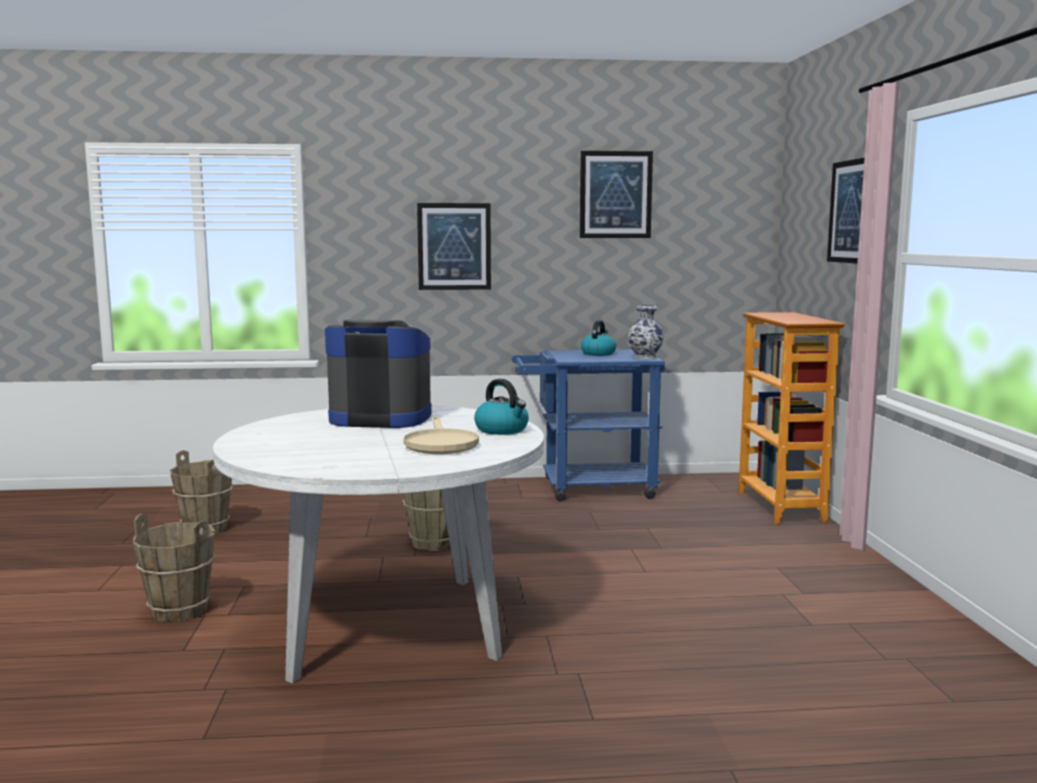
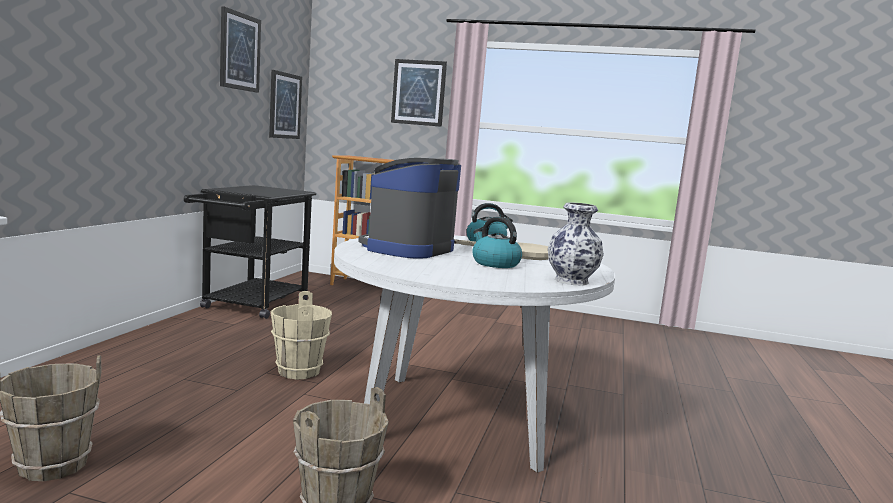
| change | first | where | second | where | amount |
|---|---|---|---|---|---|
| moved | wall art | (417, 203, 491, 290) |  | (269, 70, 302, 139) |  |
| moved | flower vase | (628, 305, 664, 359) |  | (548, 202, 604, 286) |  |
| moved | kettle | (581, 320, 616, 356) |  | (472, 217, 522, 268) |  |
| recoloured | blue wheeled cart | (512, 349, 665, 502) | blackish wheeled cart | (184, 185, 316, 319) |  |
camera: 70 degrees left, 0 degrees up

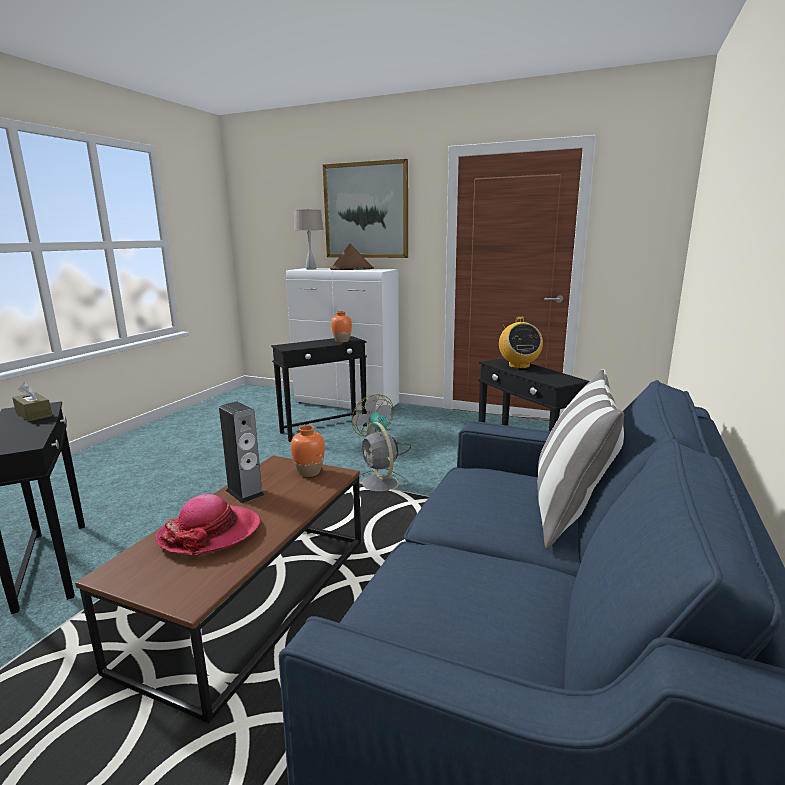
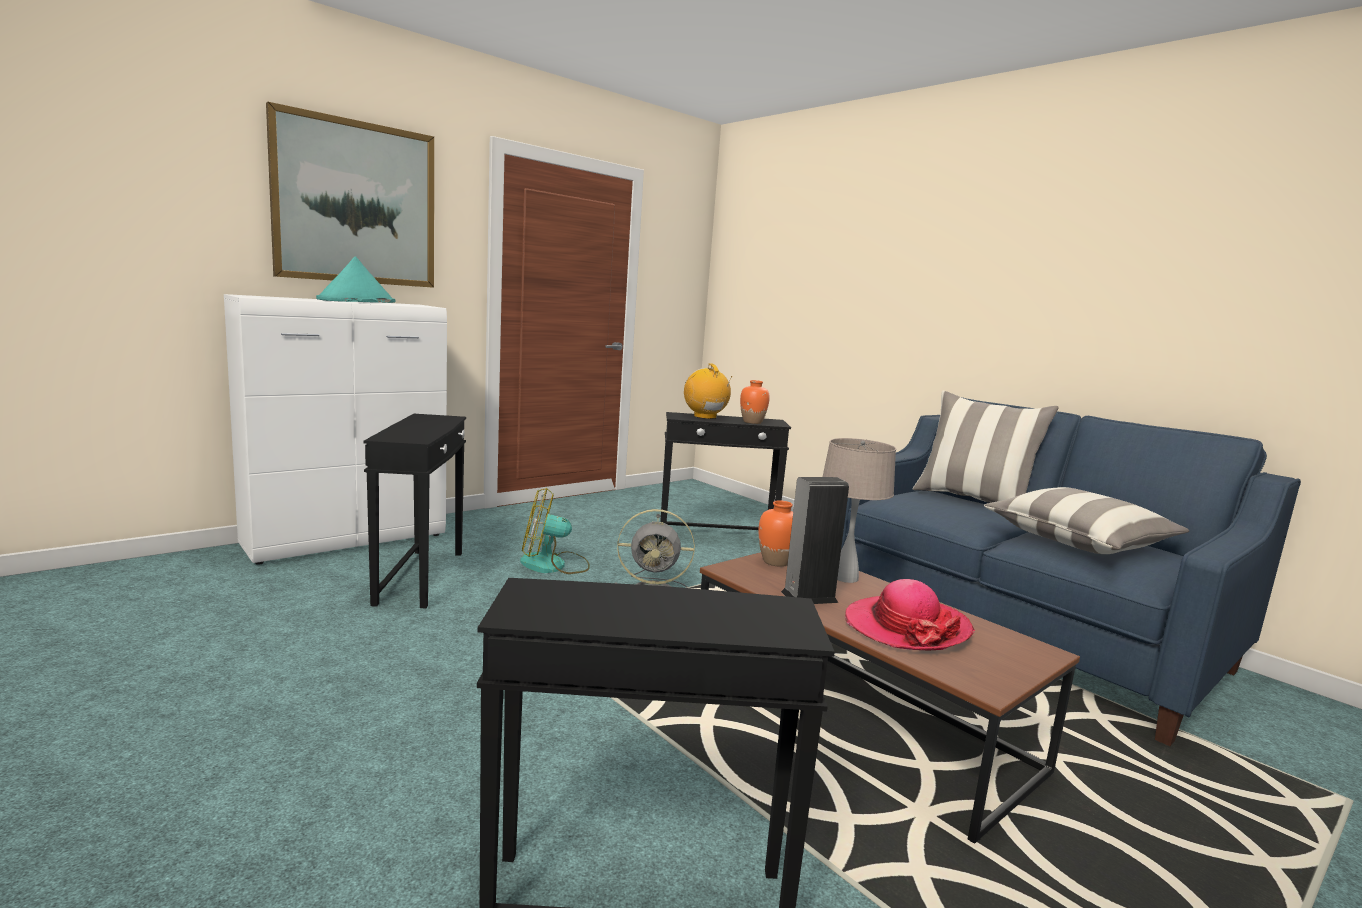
| change | first | where | second | where | amount |
|---|---|---|---|---|---|
| moved | beige-coloured tabletop lamp | (294, 208, 323, 269) |  | (823, 438, 896, 583) |  |
| recoloured | brown-coloured clothing hat | (330, 244, 374, 270) | turquoise clothing hat | (316, 257, 395, 303) |  |
| moved | orange flower vase | (331, 311, 352, 343) |  | (740, 380, 770, 424) |  |
| turned | radio | (499, 317, 543, 369) |  | (684, 363, 732, 419) | 135 degrees counterclockwise |
| removed | brown-coloured box of tissues | (12, 382, 52, 422) |  |  |  |
| added |  |  | throw pillow | (984, 487, 1189, 554) |  |
camera: 65 degrees left, 5 degrees down

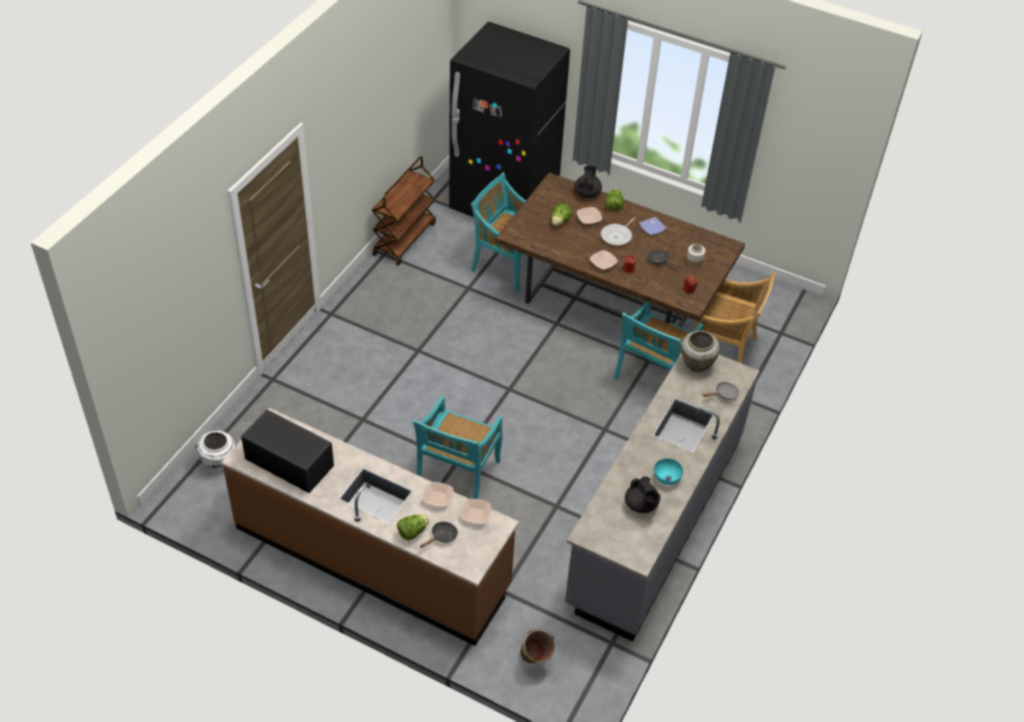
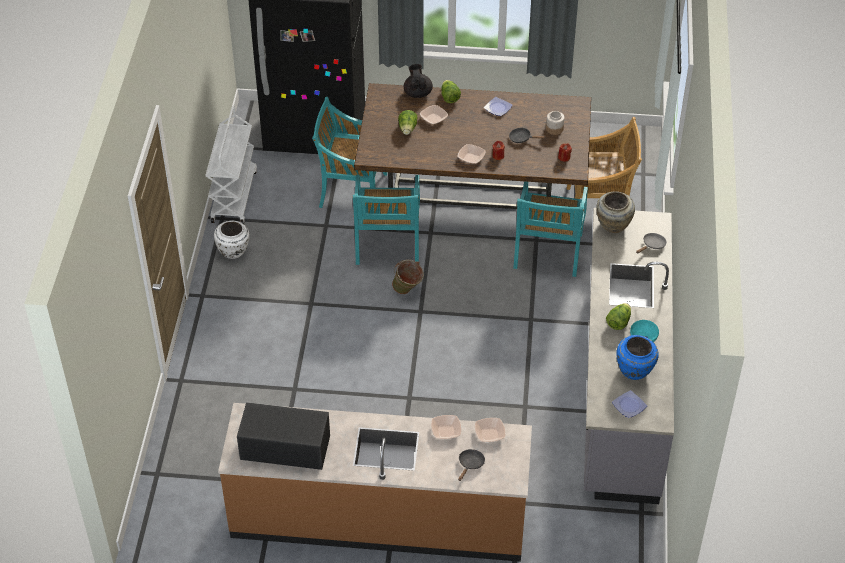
| change | first | where | second | where | amount |
|---|---|---|---|---|---|
| recoloured | brown-coloured wheeled cart | (372, 156, 436, 265) | white-coloured wheeled cart | (206, 105, 257, 224) |  |
| removed | frying pan | (601, 218, 635, 246) |  |  |  |
| moved | turquoise chair | (413, 396, 503, 499) |  | (352, 175, 420, 265) |  |
| moved | white-coloured flower vase | (197, 431, 235, 471) |  | (214, 220, 250, 259) |  |
| replaced | blackish tea pot | (625, 476, 661, 513) | blue flower vase | (616, 335, 659, 380) |  |
| moved | lettuce head | (397, 514, 429, 540) |  | (606, 303, 631, 330) |  |
| moved | green water bucket | (520, 628, 556, 664) |  | (392, 260, 424, 294) |  |
| added |  |  | flat dish | (612, 390, 647, 418) |  |
camera: 20 degrees left, 0 degrees up

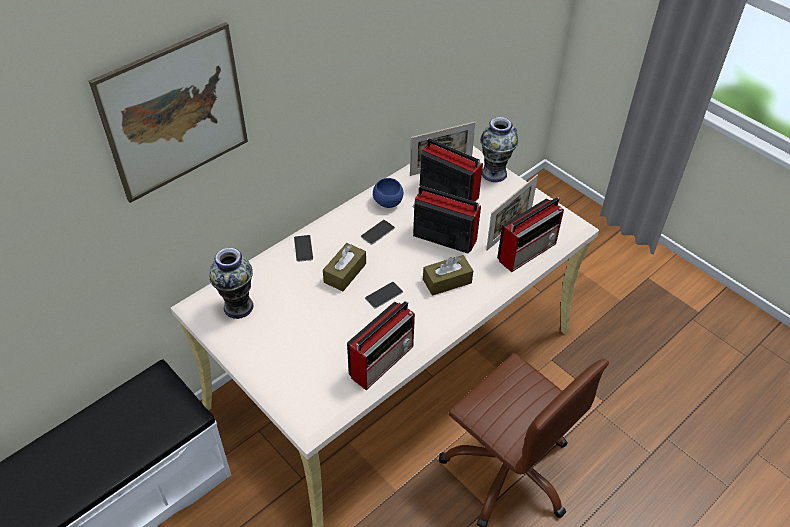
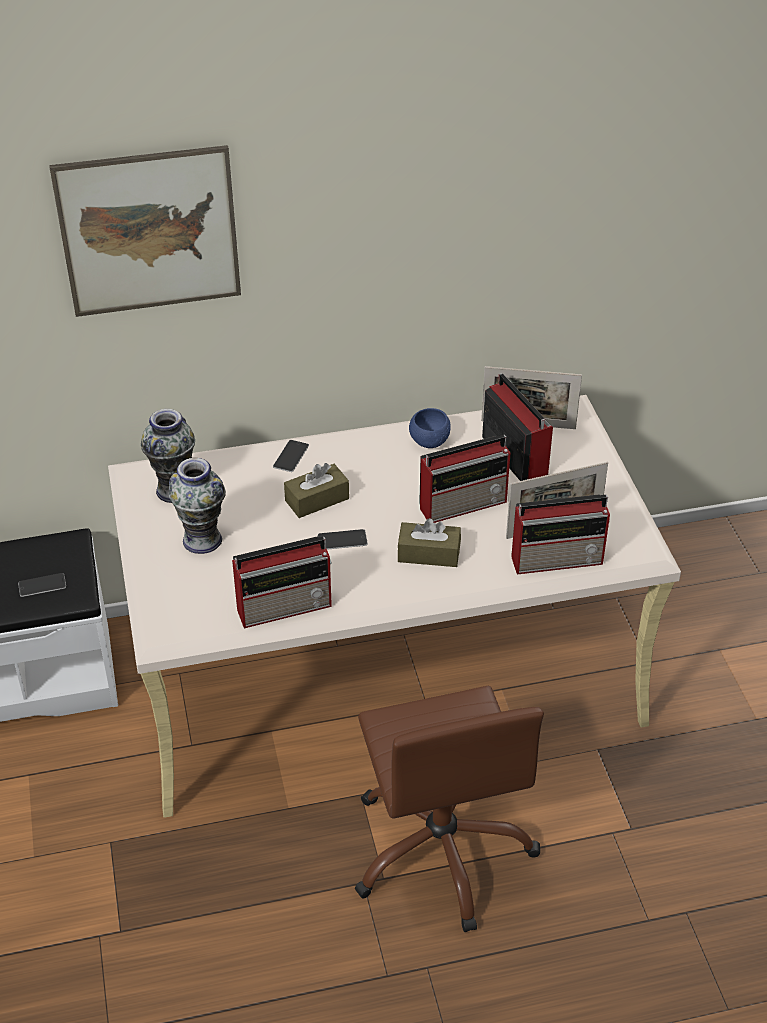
| change | first | where | second | where | amount |
|---|---|---|---|---|---|
| moved | flower vase | (480, 117, 518, 182) |  | (169, 458, 226, 554) |  |
| turned | radio | (412, 186, 481, 254) |  | (419, 435, 510, 523) | 105 degrees clockwise |
| moved | phone | (361, 220, 395, 245) |  | (18, 573, 66, 597) |  |
camera: 30 degrees right, 5 degrees down

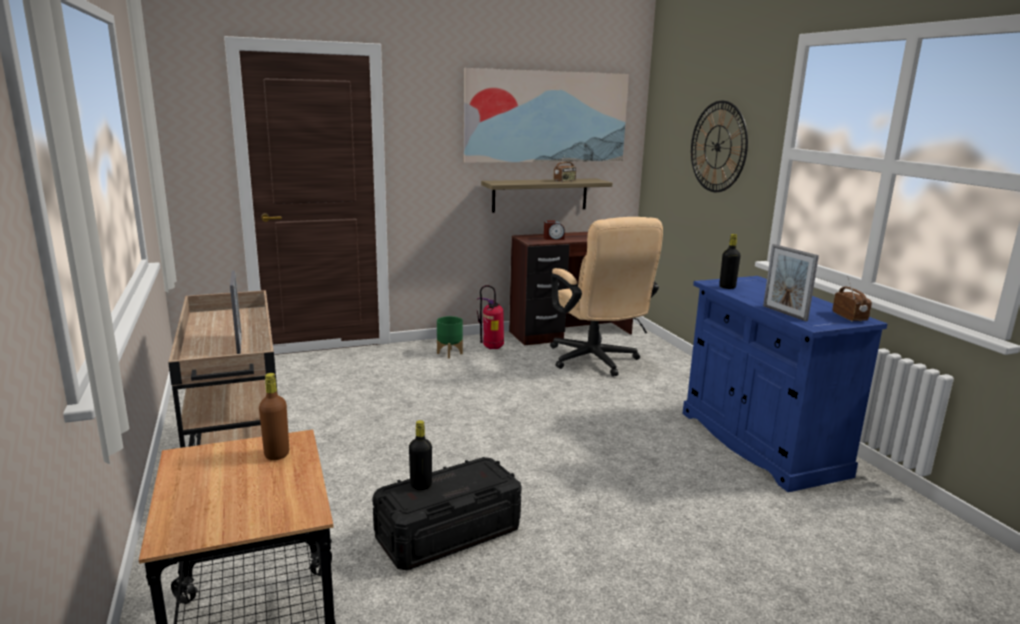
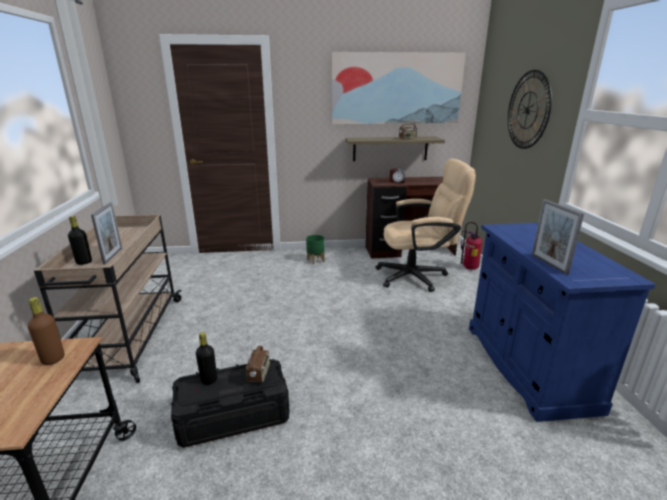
| change | first | where | second | where | amount |
|---|---|---|---|---|---|
| turned | beige-coloured office chair | (550, 217, 663, 376) |  | (376, 158, 476, 292) | 90 degrees counterclockwise |
| moved | blackish beverage bottle | (719, 234, 741, 289) |  | (68, 216, 92, 265) |  |
| moved | radio | (833, 276, 872, 322) |  | (246, 340, 270, 382) |  |
| moved | extinguisher | (477, 285, 504, 349) |  | (461, 222, 482, 269) |  |
camera: 15 degrees right, 5 degrees up

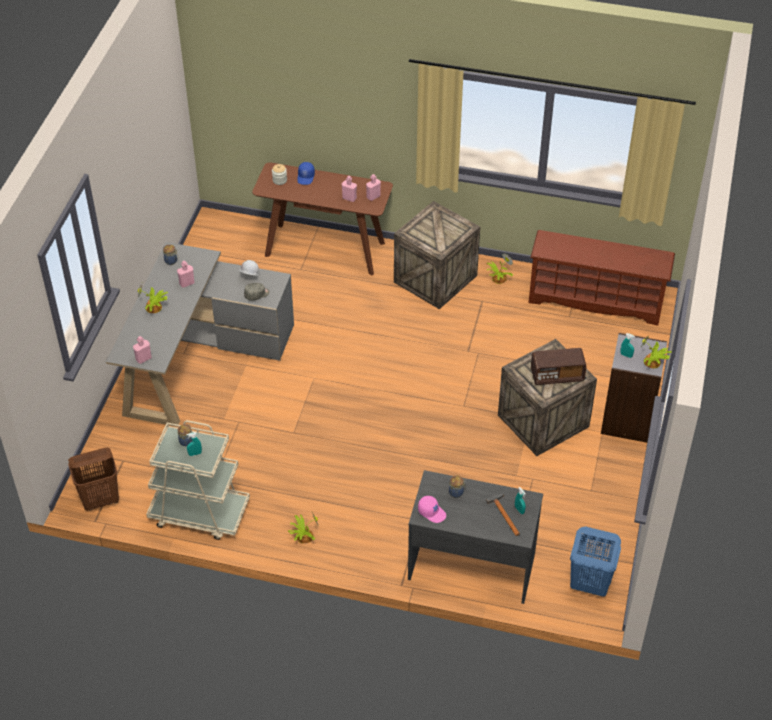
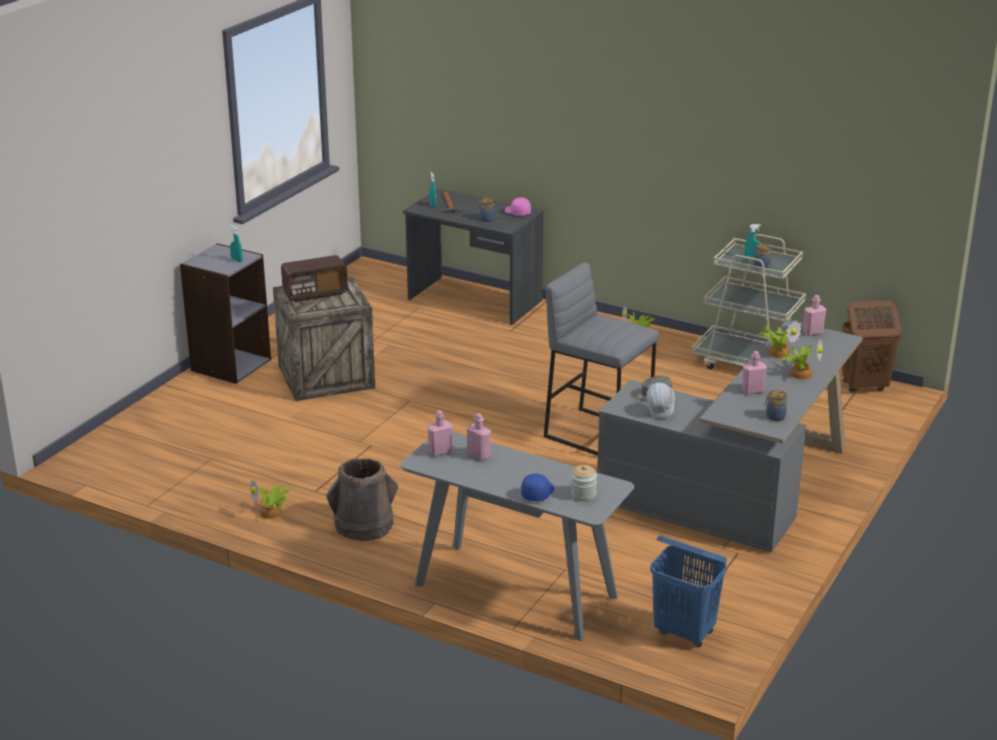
| change | first | where | second | where | amount |
|---|---|---|---|---|---|
| recoloured | brown-coloured hall table | (252, 163, 393, 275) | grey hall table | (401, 432, 634, 641) |  |
| replaced | crate | (394, 201, 480, 309) | brown-coloured water bucket | (326, 458, 398, 541) |  |
| removed | brown-coloured shoe rack | (529, 230, 675, 326) |  |  |  |
| moved | plant in a pot | (642, 334, 671, 368) |  | (757, 320, 801, 358) |  |
| turned | radio | (531, 348, 587, 385) |  | (281, 255, 348, 302) | 150 degrees clockwise |
| moved | blue washing basket | (570, 527, 621, 597) |  | (650, 536, 727, 647) |  |
| added |  |  | grey sitting stool | (544, 262, 659, 456) |  |
camera: 165 degrees left, 20 degrees down

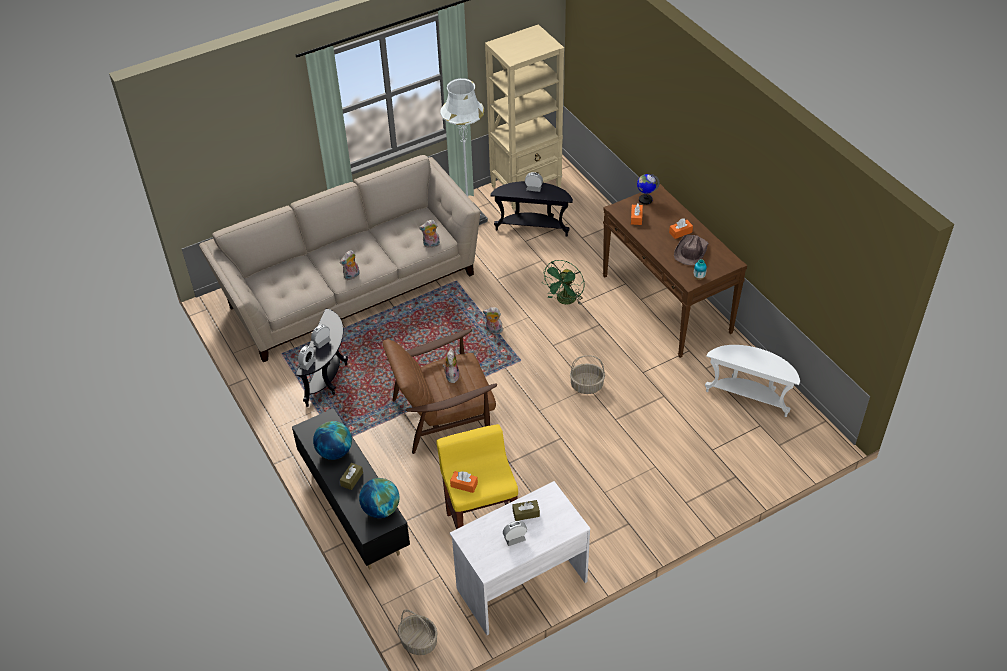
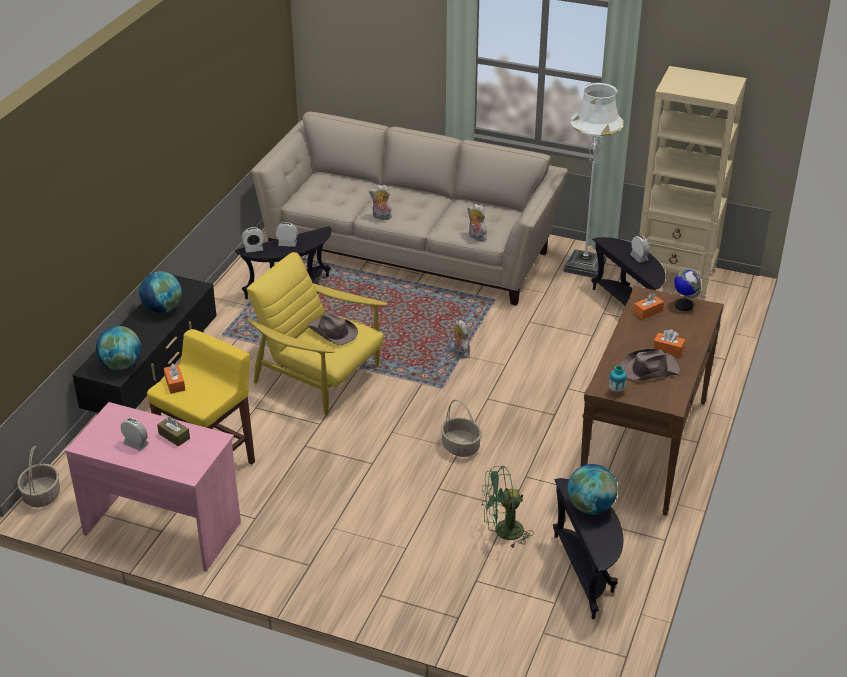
| change | first | where | second | where | amount |
|---|---|---|---|---|---|
| moved | green cooling fan | (542, 260, 585, 305) |  | (481, 466, 534, 548) |  |
| recoloured | brown-coloured armchair | (383, 329, 497, 454) | yellowish armchair | (246, 252, 388, 416) |  |
| recoloured | white-coloured side table | (705, 345, 800, 417) | blackish side table | (553, 478, 624, 619) |  |
| replaced | cuddly toy | (443, 349, 460, 383) | brown-coloured clothing hat | (308, 312, 358, 346) |  |
| removed | brown-coloured box of tissues | (340, 463, 363, 490) |  |  |  |
| recoloured | white-coloured desk unit | (450, 481, 591, 635) | pinkish desk unit | (65, 402, 241, 572) |  |
| added |  |  | globe | (567, 464, 618, 514) |  |
camera: 50 degrees right, 10 degrees down

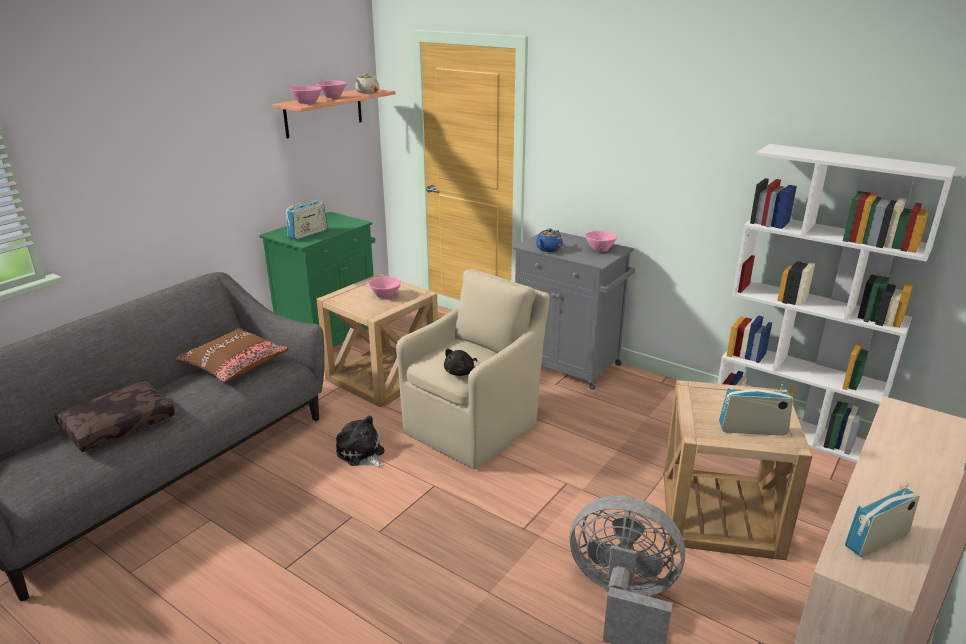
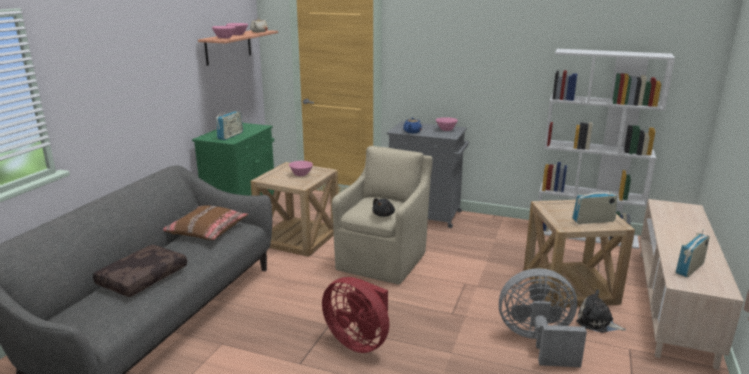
| change | first | where | second | where | amount |
|---|---|---|---|---|---|
| moved | cuddly toy | (336, 415, 384, 468) |  | (576, 289, 626, 333) |  |
| added |  |  | reddish cooling fan | (322, 277, 389, 353) |  |
camera: 15 degrees left, 5 degrees down

